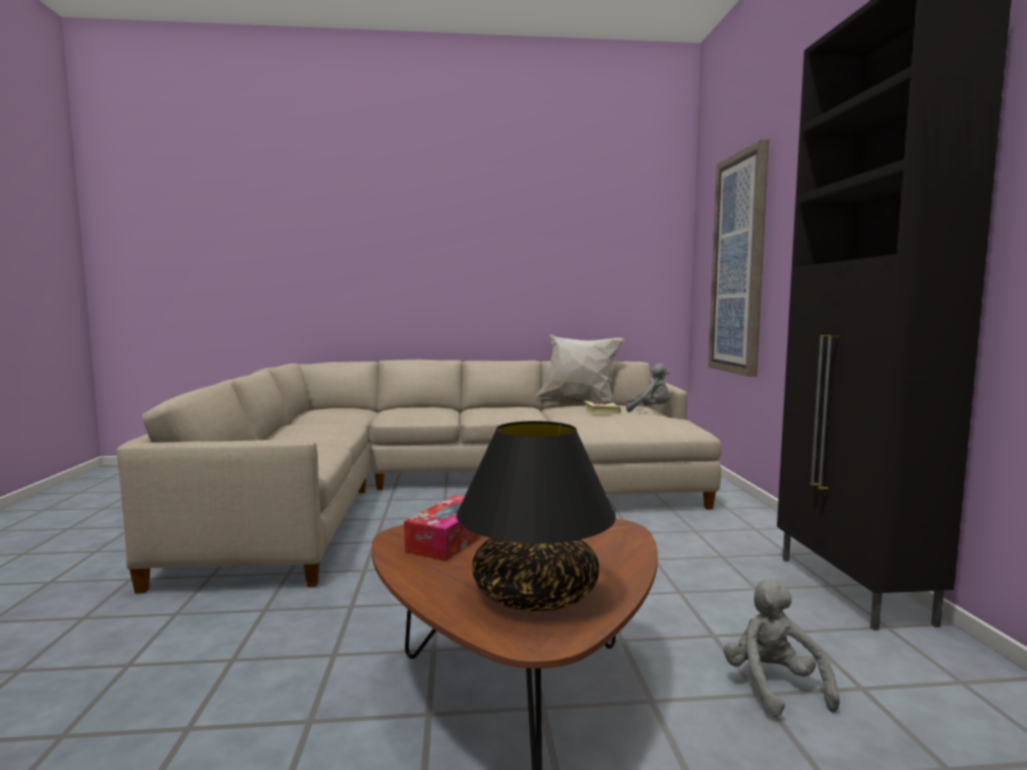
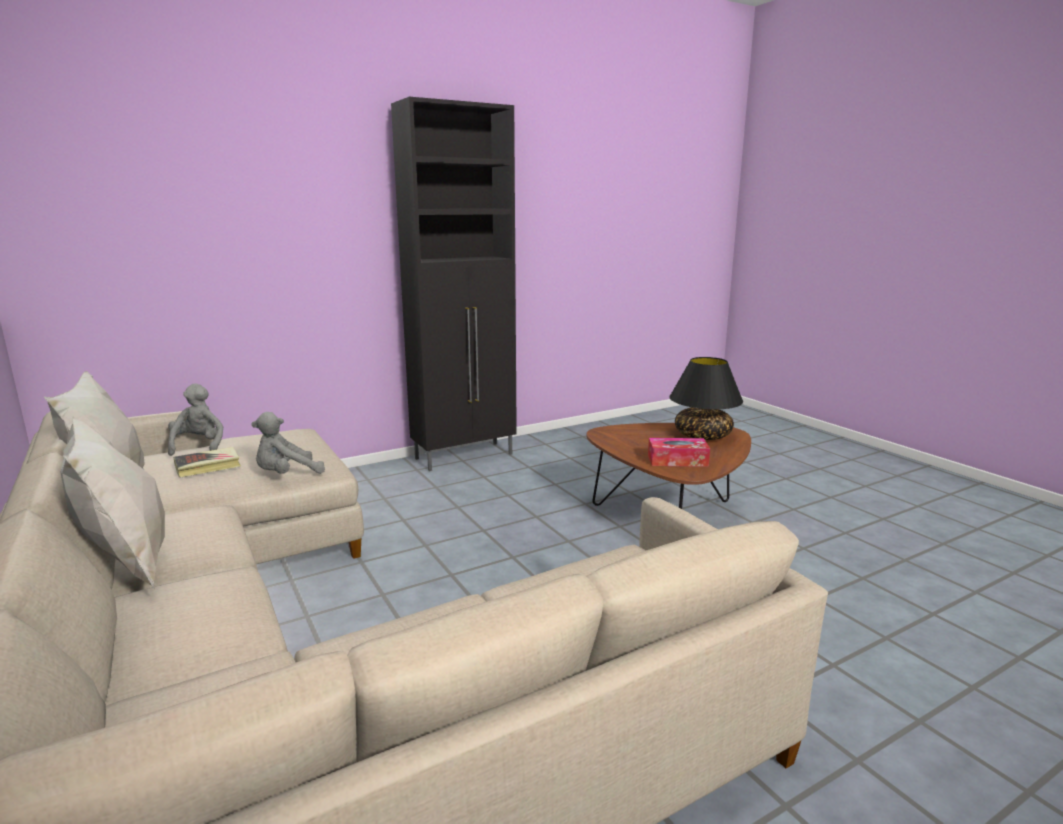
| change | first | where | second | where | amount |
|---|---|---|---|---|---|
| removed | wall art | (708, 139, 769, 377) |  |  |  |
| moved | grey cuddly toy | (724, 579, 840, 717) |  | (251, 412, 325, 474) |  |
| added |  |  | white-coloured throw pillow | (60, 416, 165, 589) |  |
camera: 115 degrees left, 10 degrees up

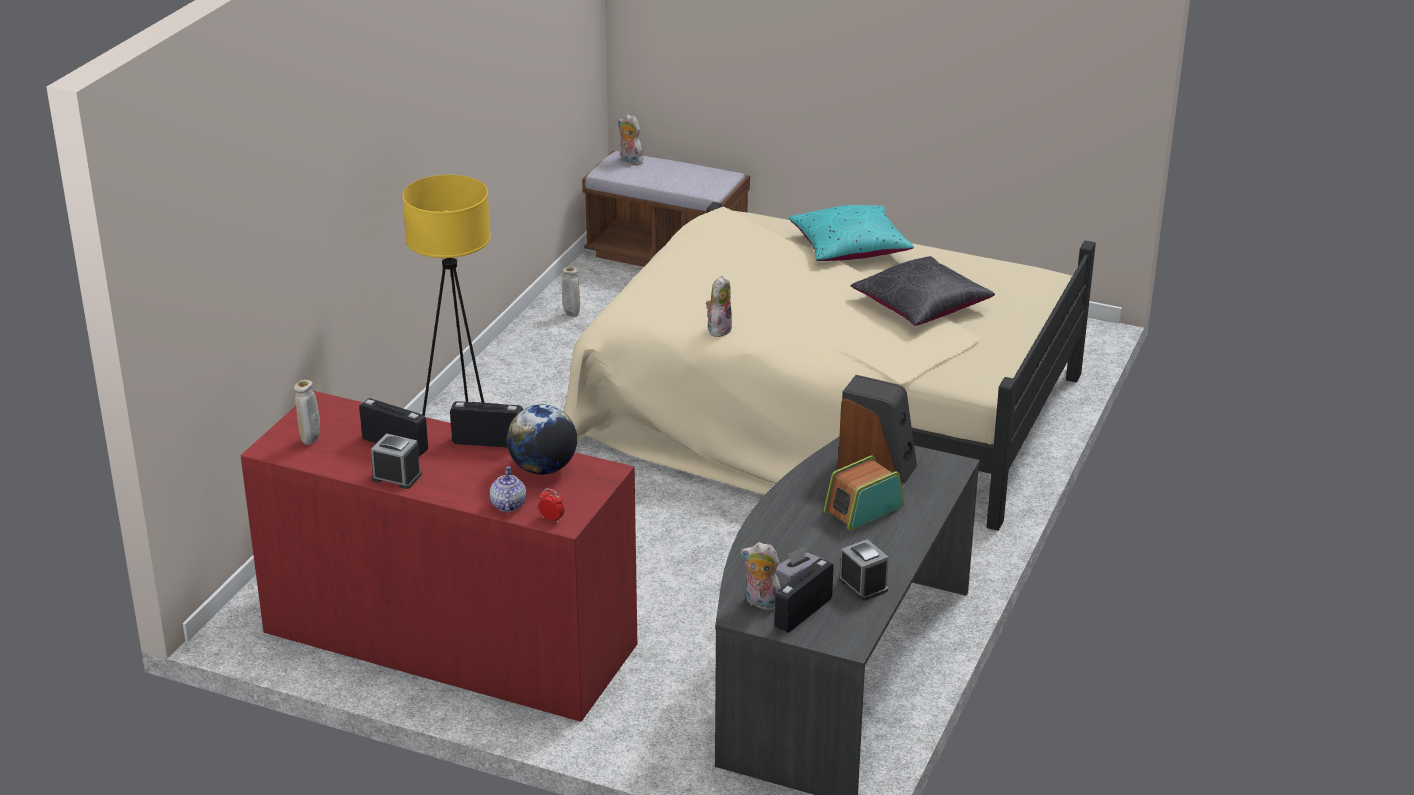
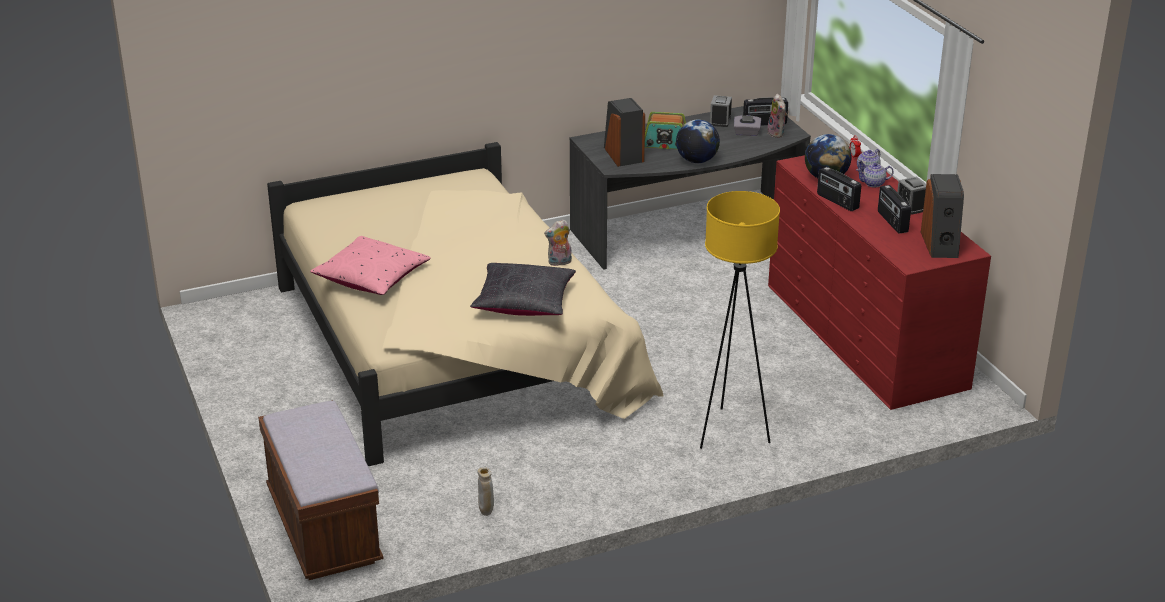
| change | first | where | second | where | amount |
|---|---|---|---|---|---|
| removed | cuddly toy | (618, 114, 643, 165) |  |  |  |
| recoloured | turquoise throw pillow | (789, 205, 914, 261) | pinkish throw pillow | (310, 236, 431, 295) |  |
| moved | blackish throw pillow | (851, 256, 995, 326) |  | (470, 263, 576, 316) |  |
| replaced | beige-coloured flower vase | (294, 380, 320, 445) | audio speaker | (921, 174, 964, 258) |  |
| added |  |  | globe | (676, 120, 720, 163) |  |
| added |  |  | tea pot | (856, 163, 894, 187) |  |
camera: 135 degrees left, 0 degrees up

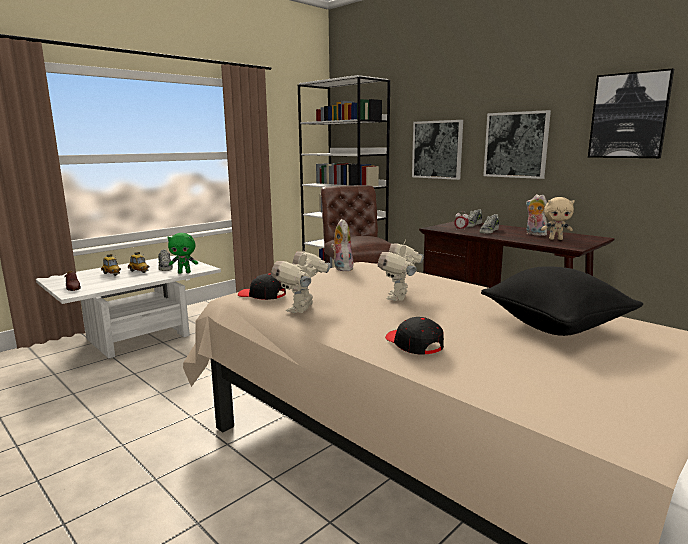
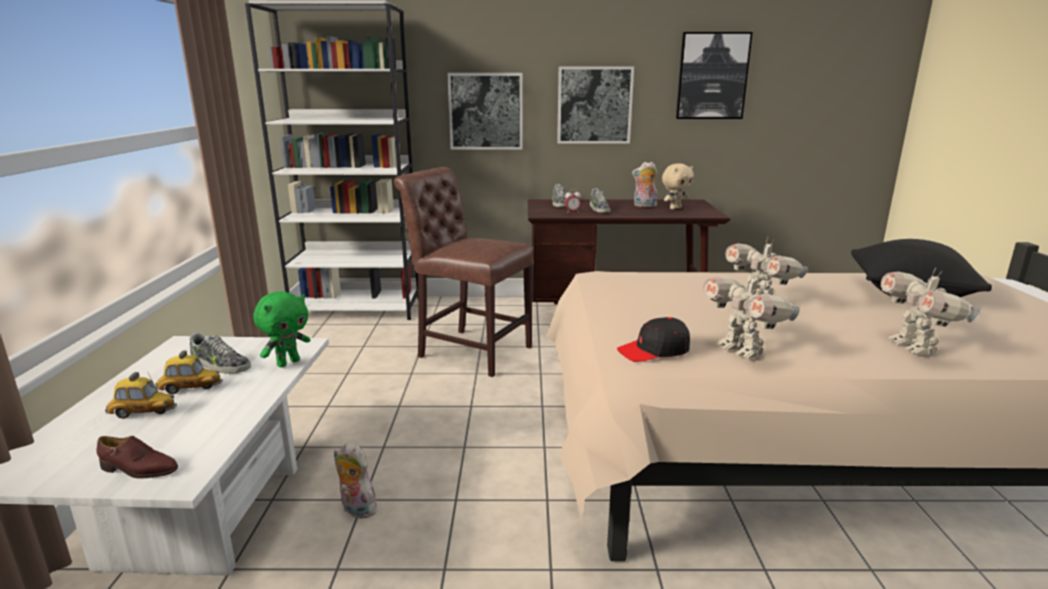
| change | first | where | second | where | amount |
|---|---|---|---|---|---|
| moved | cuddly toy | (331, 219, 353, 271) |  | (334, 443, 378, 519) |  |
| replaced | blackish baseball cap | (385, 317, 444, 355) | robot figure | (881, 268, 980, 355) |  |
camera: 45 degrees left, 5 degrees up

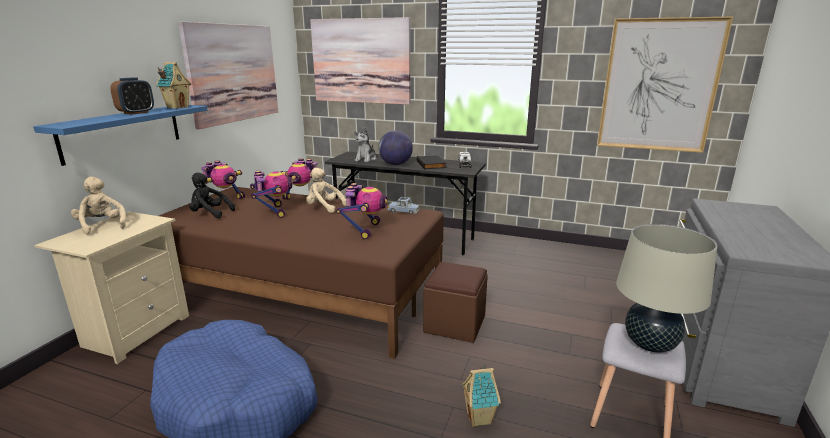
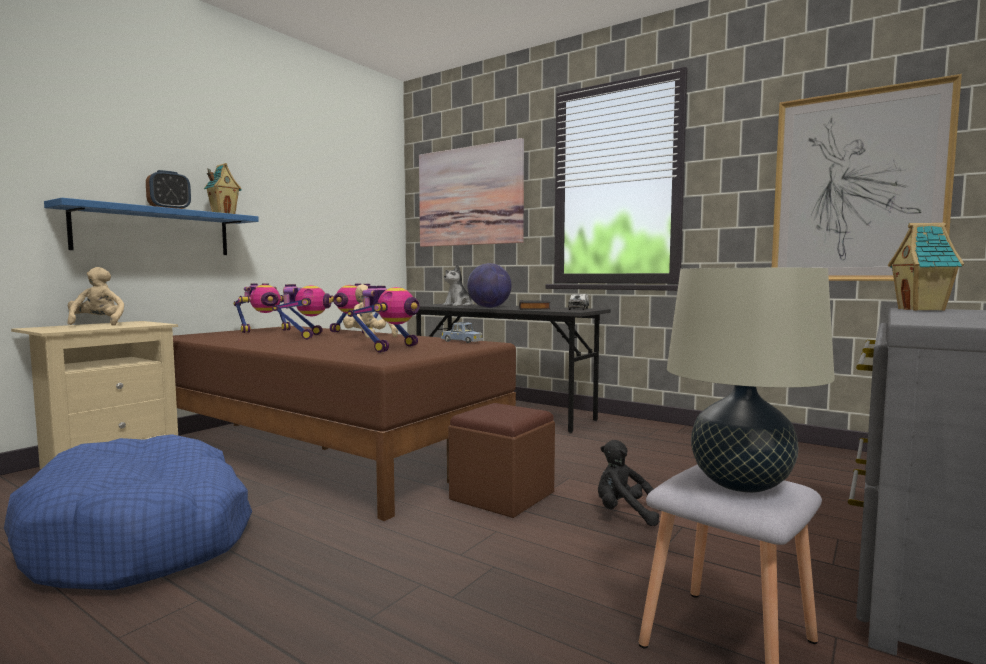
| change | first | where | second | where | amount |
|---|---|---|---|---|---|
| removed | wall art | (178, 21, 278, 129) |  |  |  |
| moved | blackish cuddly toy | (189, 173, 235, 218) |  | (598, 440, 659, 526) |  |
| moved | miniature house | (462, 364, 501, 427) |  | (888, 223, 964, 311) |  |
camera: 15 degrees right, 15 degrees down

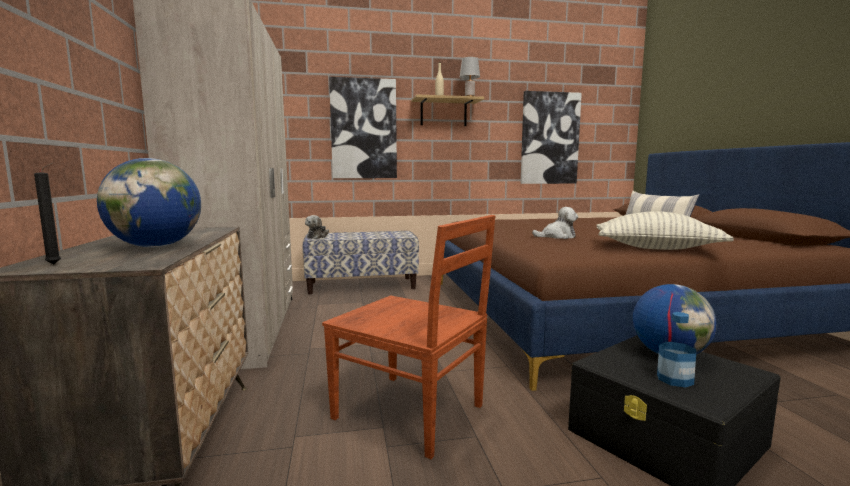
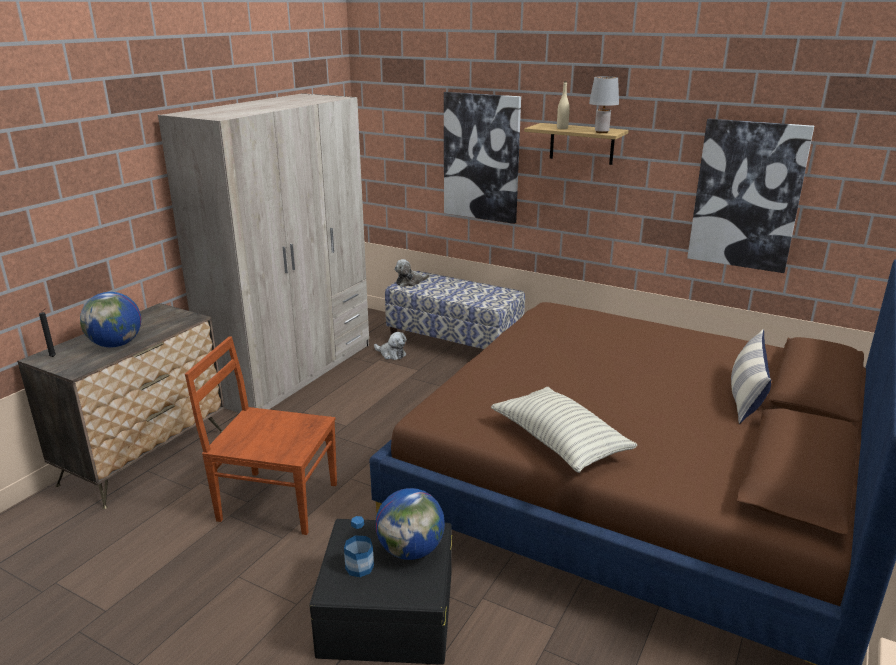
| change | first | where | second | where | amount |
|---|---|---|---|---|---|
| moved | cuddly toy | (532, 207, 578, 239) |  | (374, 332, 407, 360) |  |
| turned | brown-coloured chair | (322, 215, 495, 459) |  | (185, 336, 337, 535) | 120 degrees clockwise |
camera: 40 degrees right, 15 degrees up

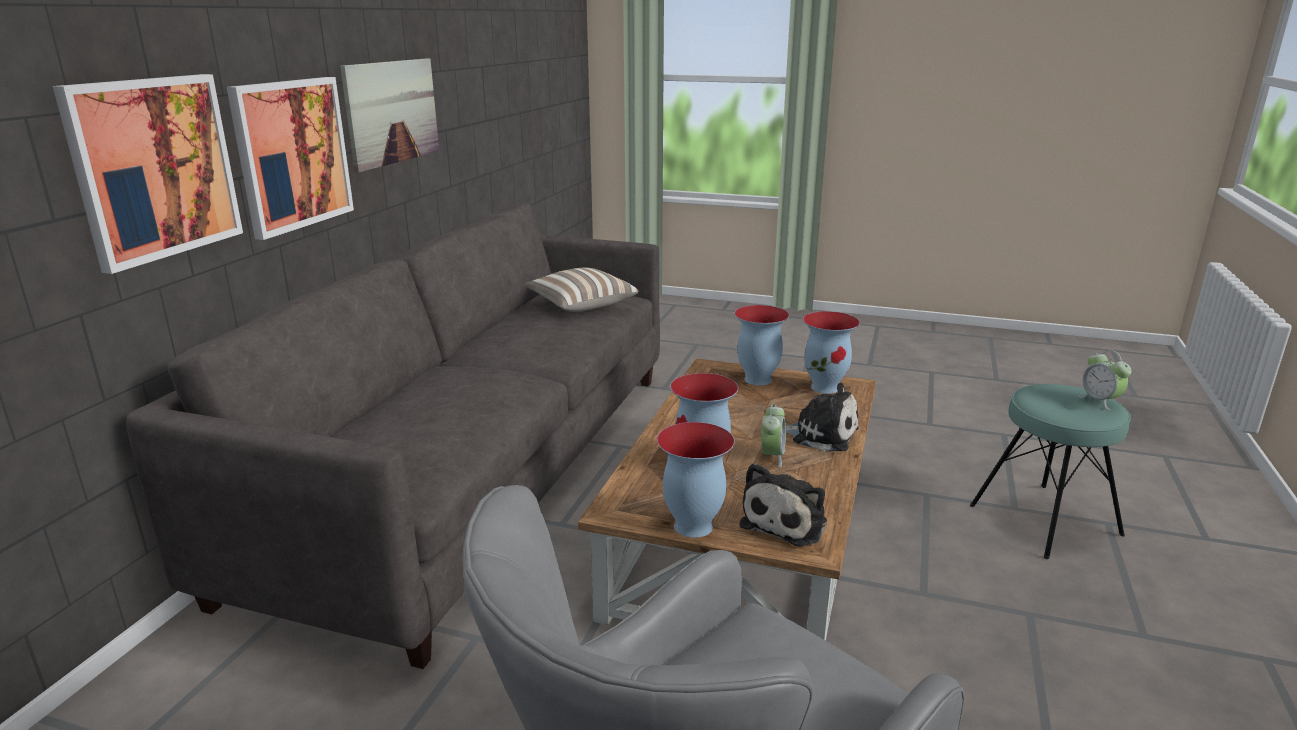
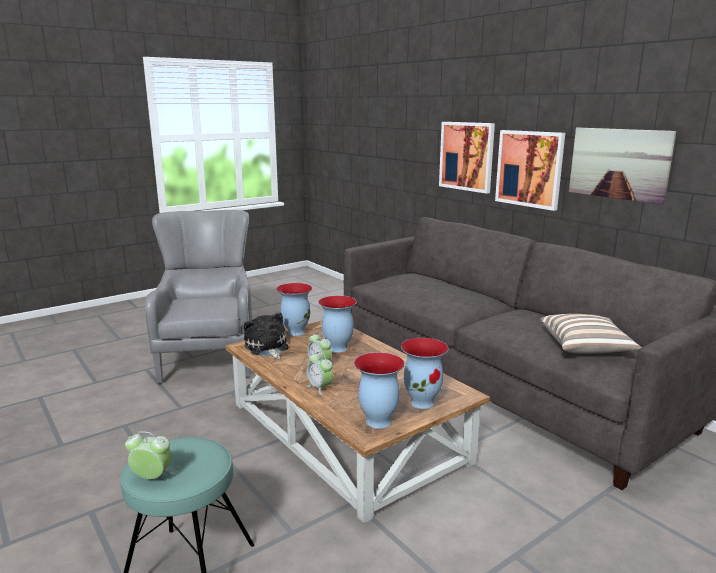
| change | first | where | second | where | amount |
|---|---|---|---|---|---|
| replaced | cuddly toy | (786, 383, 859, 451) | bedside clock | (307, 352, 333, 395) |  |
camera: 125 degrees right, 5 degrees down

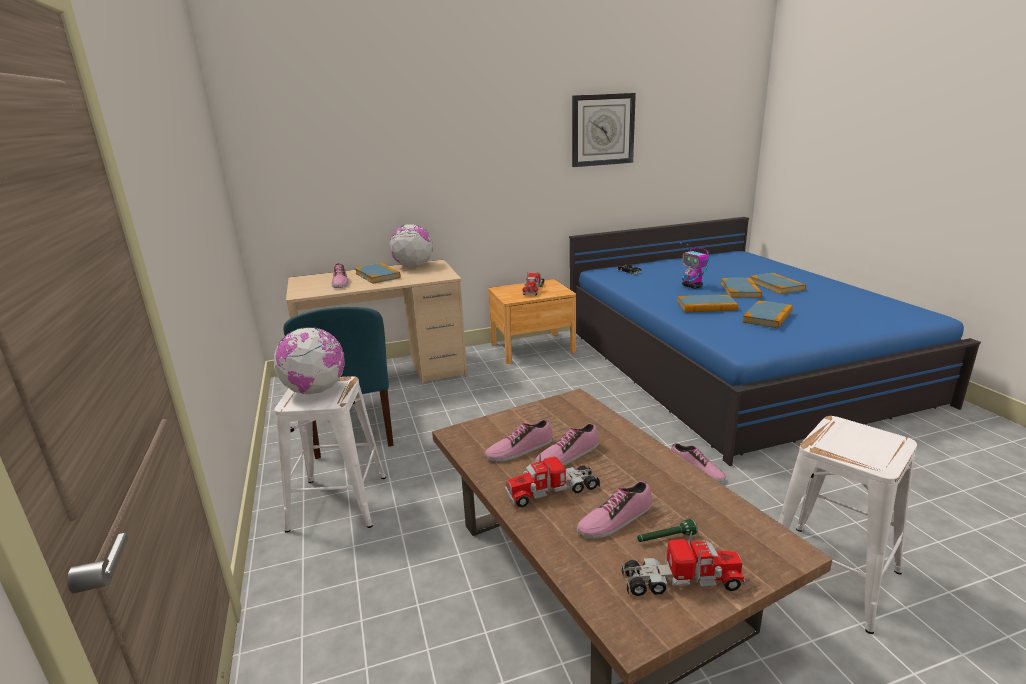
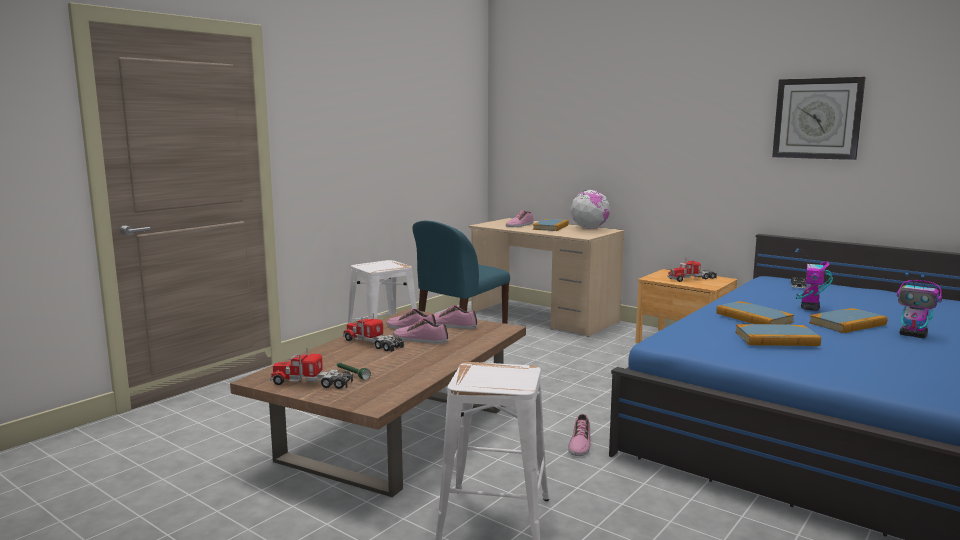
| change | first | where | second | where | amount |
|---|---|---|---|---|---|
| replaced | bound book | (750, 273, 806, 294) | robot figure | (897, 273, 942, 338) |  |
| removed | globe | (274, 327, 345, 394) |  |  |  |
| moved | low shoe | (577, 481, 652, 539) |  | (433, 305, 477, 329) |  |
| turned | model truck | (622, 531, 745, 596) |  | (270, 347, 353, 389) | 135 degrees clockwise |
camera: 55 degrees right, 10 degrees down

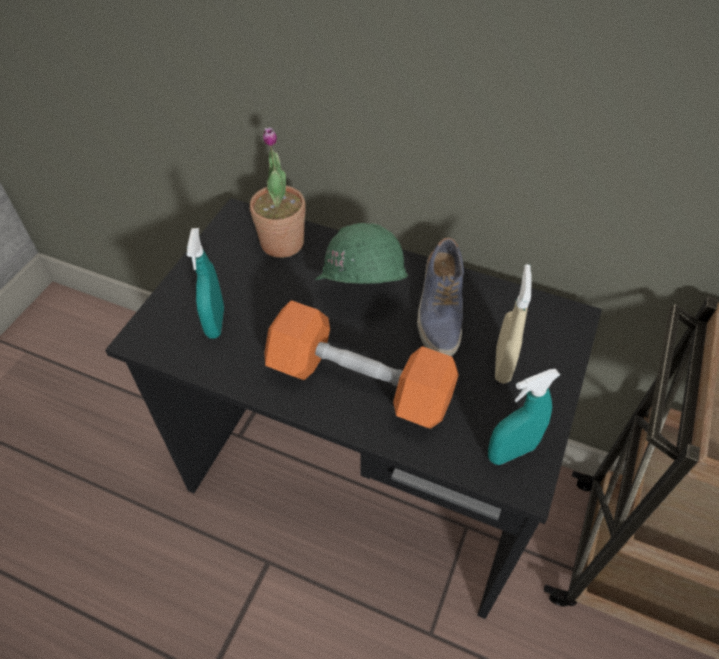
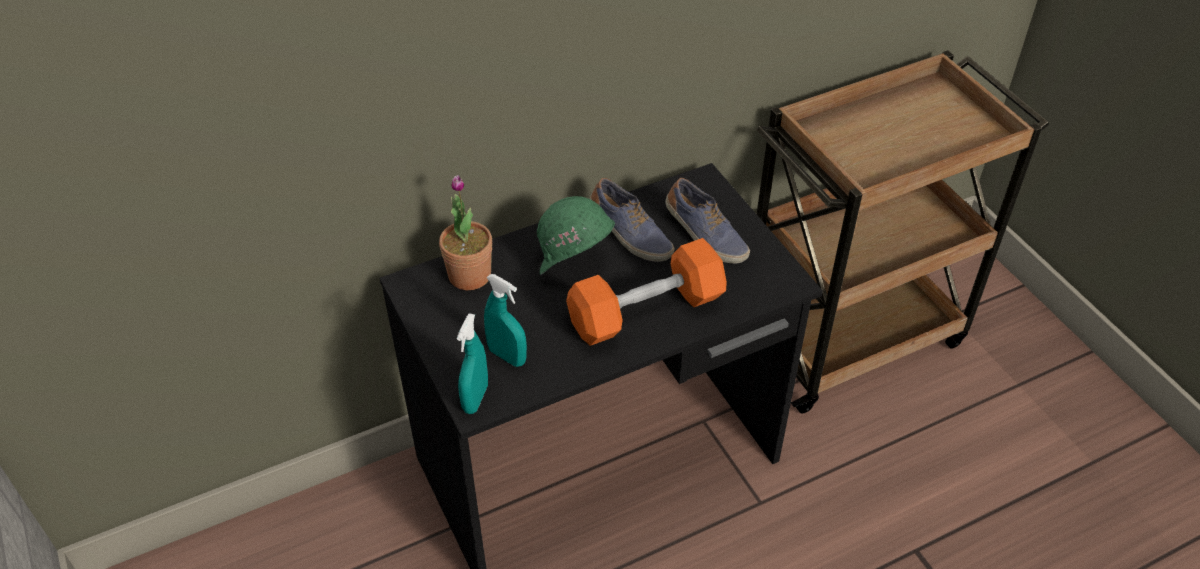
| change | first | where | second | where | amount |
|---|---|---|---|---|---|
| replaced | beige-coloured spray bottle | (495, 264, 532, 384) | low shoe | (665, 178, 750, 264) |  |
| moved | turquoise spray bottle | (488, 369, 560, 465) |  | (457, 313, 488, 414) |  |
camera: 50 degrees left, 5 degrees down

